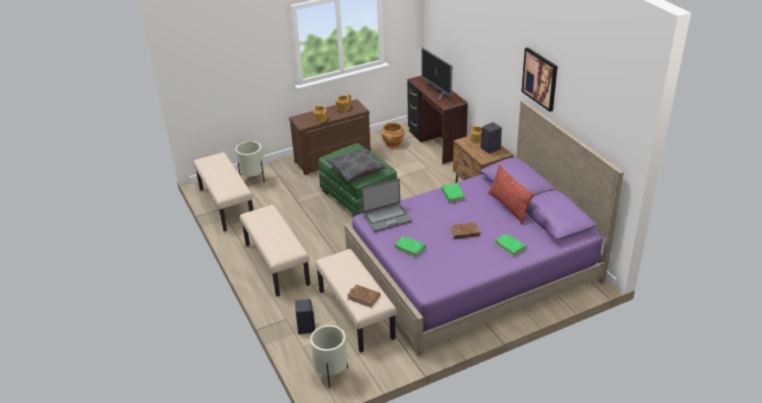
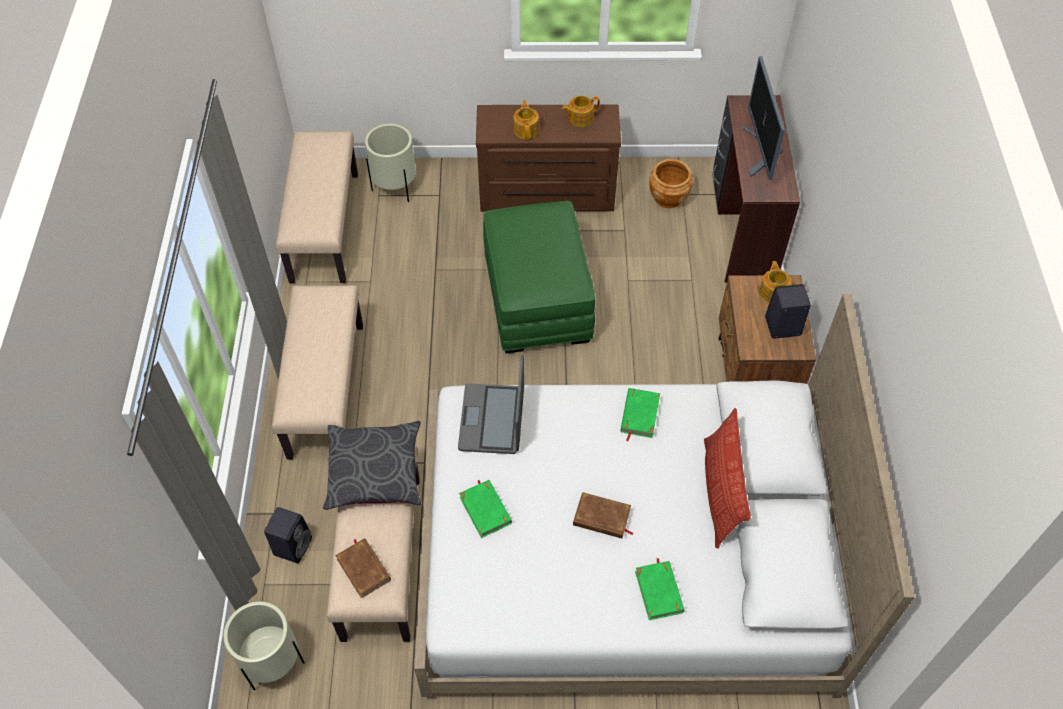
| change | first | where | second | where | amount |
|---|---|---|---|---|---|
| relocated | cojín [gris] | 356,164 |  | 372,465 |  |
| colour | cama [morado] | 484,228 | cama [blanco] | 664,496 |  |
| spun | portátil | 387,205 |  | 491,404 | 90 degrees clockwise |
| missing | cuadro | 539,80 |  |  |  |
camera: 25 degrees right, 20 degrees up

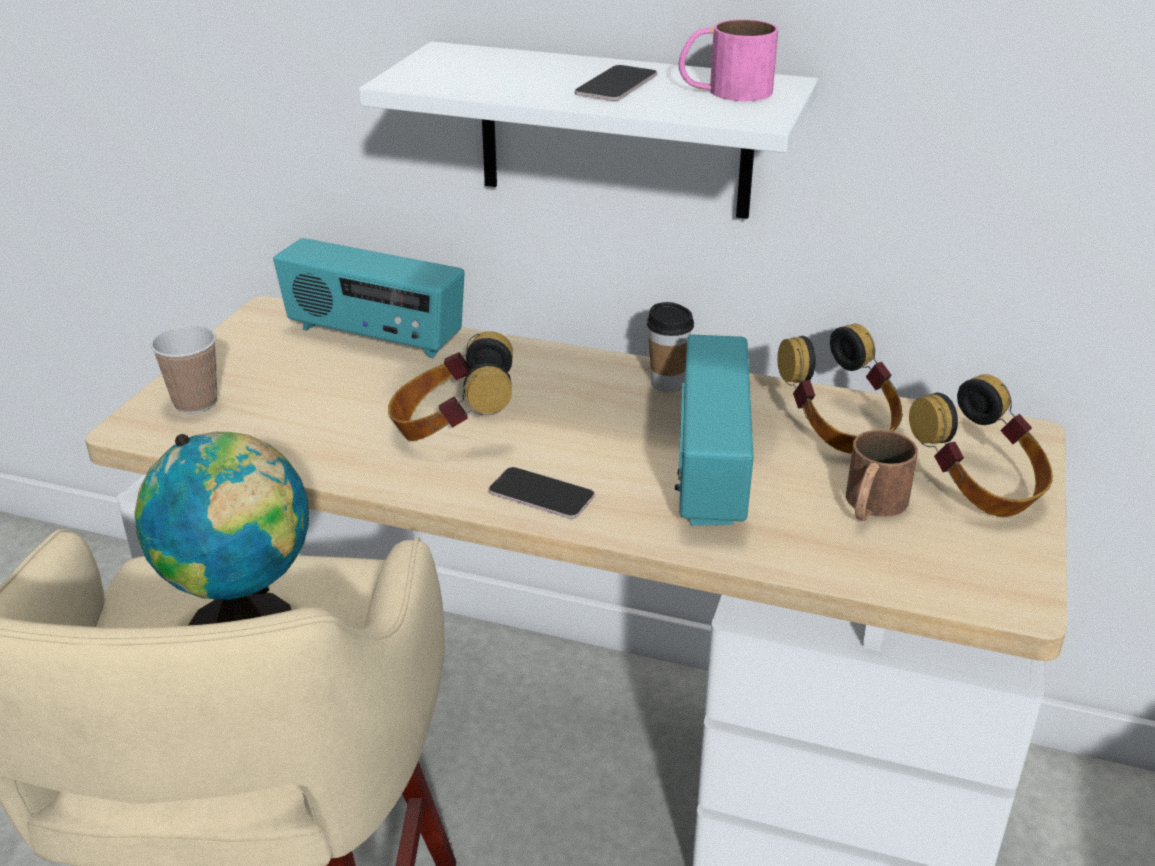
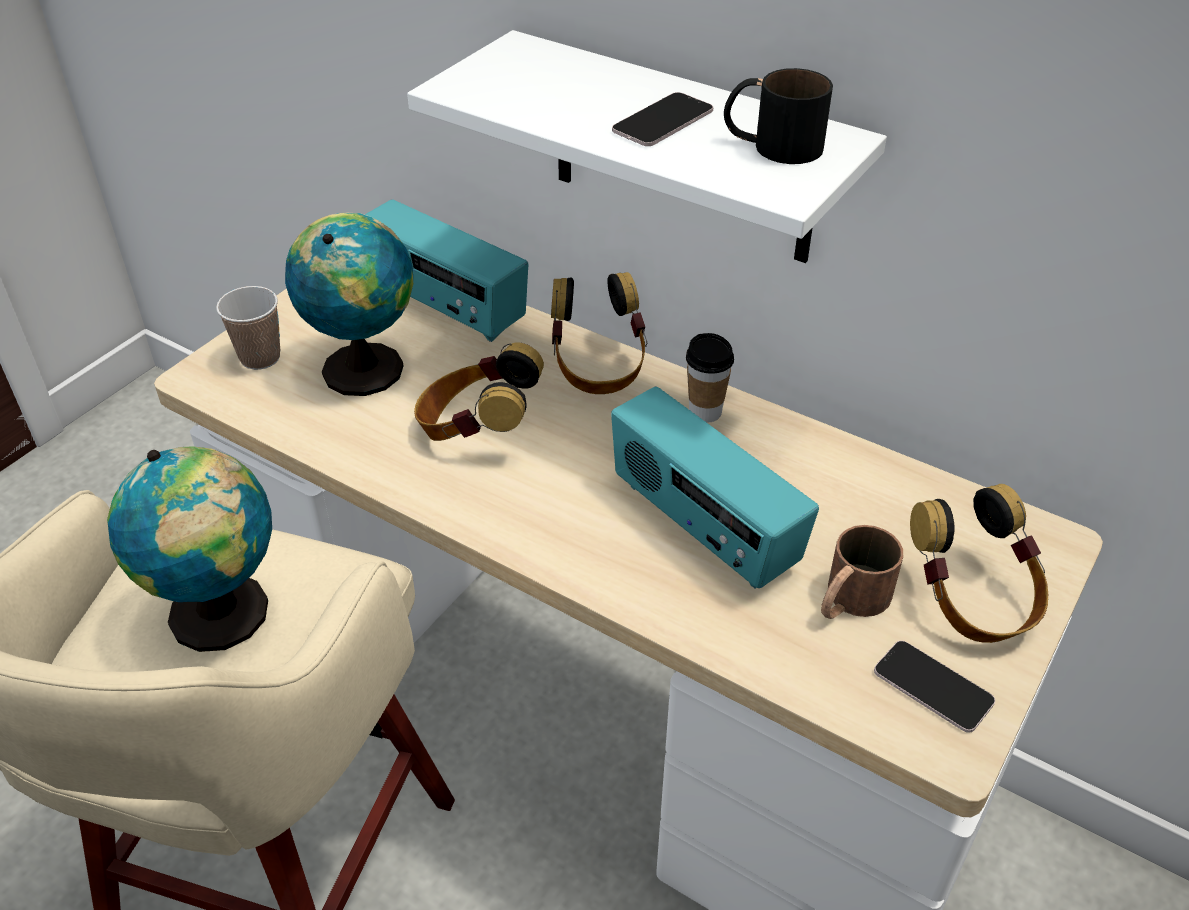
| change | first | where | second | where | amount |
|---|---|---|---|---|---|
| appeared |  |  | globo terráqueo | 349,304 |  |
| relocated | auriculares | 839,389 |  | 599,333 |  |
| spun | radio | 714,430 |  | 715,488 | 60 degrees counterclockwise |
| colour | taza grande [rosa] | 728,60 | taza grande [negro] | 778,116 |  |
| relocated | móvil | 542,493 |  | 934,687 |  |
camera: 15 degrees right, 10 degrees up

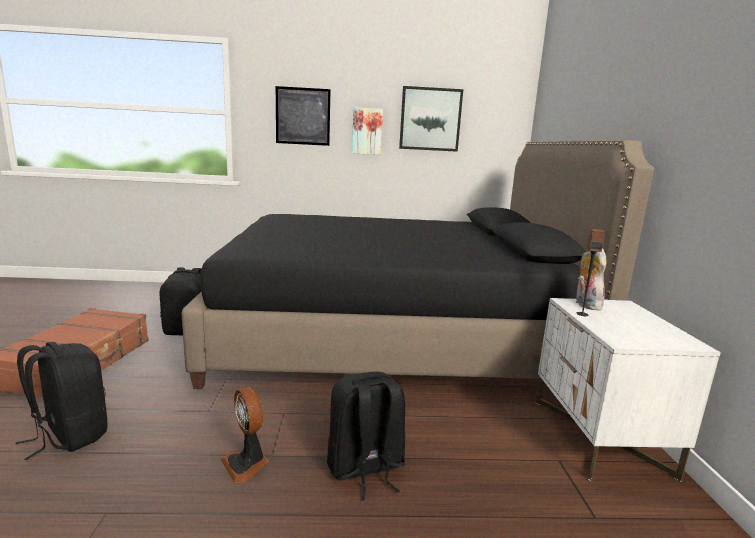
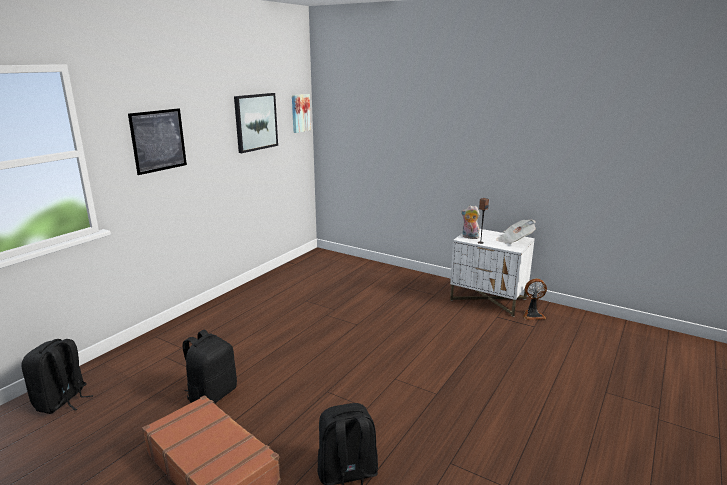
| change | first | where | second | where | amount |
|---|---|---|---|---|---|
| relocated | mochila [negro] | 366,435 |  | 57,376 |  |
| relocated | cuadro | 367,131 |  | 301,113 |  |
| appeared |  |  | periódico | 516,232 |  |
| relocated | ventilador | 245,435 |  | 535,299 |  |
| missing | cama [negro] | 418,264 |  |  |  |
camera: 55 degrees left, 5 degrees up

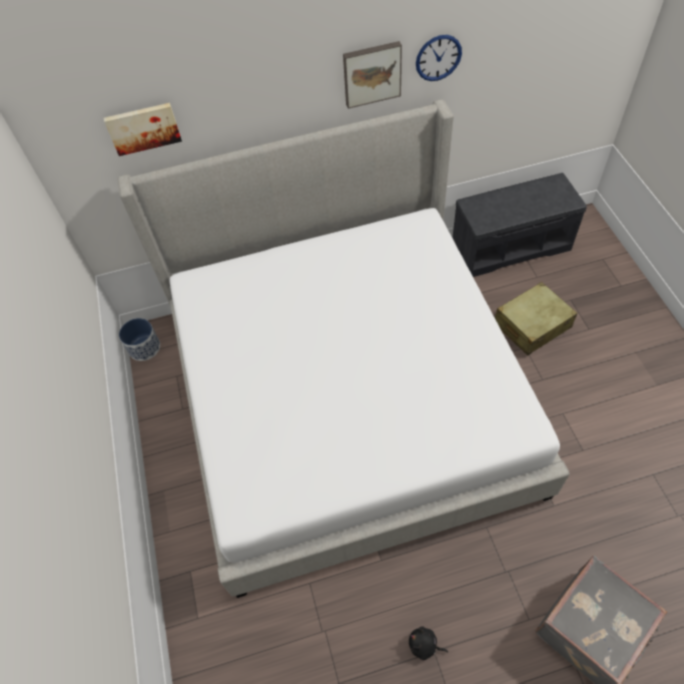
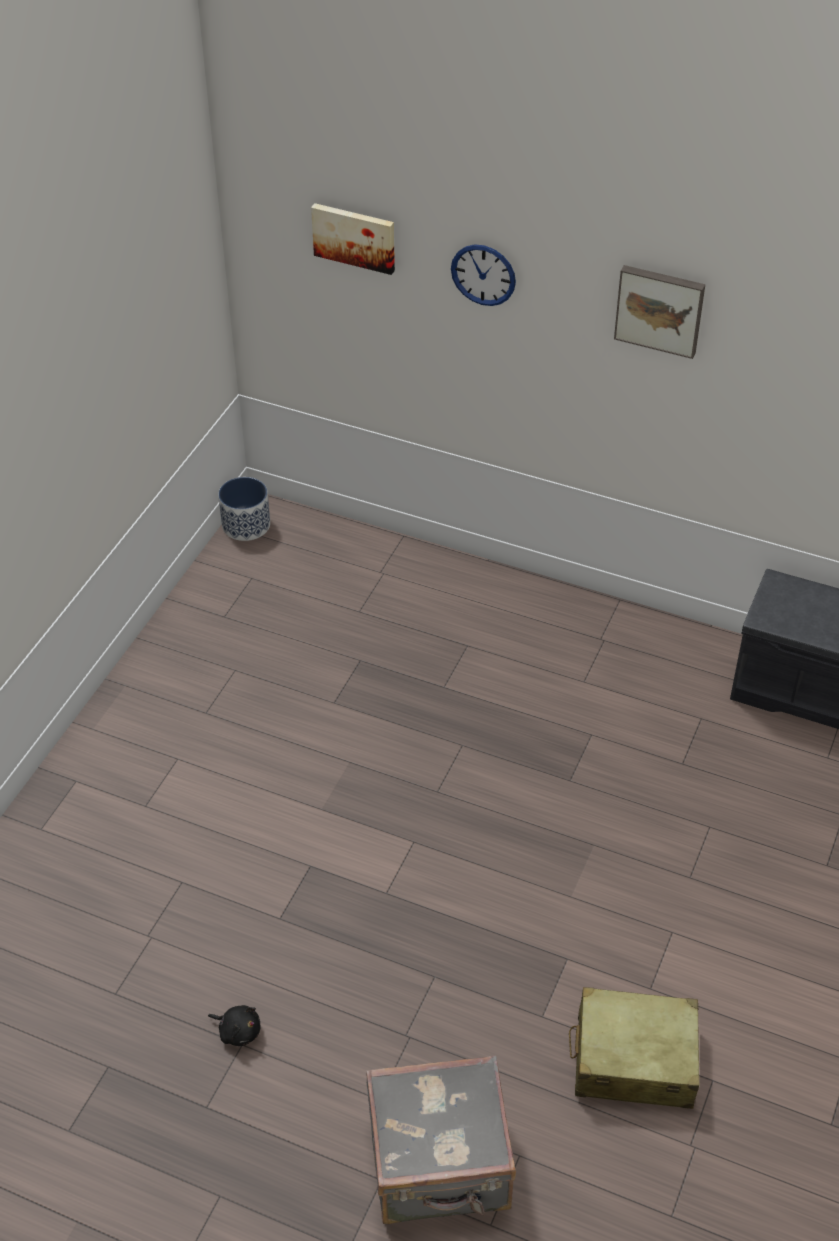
| change | first | where | second | where | amount |
|---|---|---|---|---|---|
| spun | peluche [negro] | 428,643 |  | 234,1025 | 150 degrees clockwise |
| relocated | reloj de pared | 439,58 |  | 483,275 |  |
| relocated | maleta [beis] | 536,318 |  | 634,1048 |  |
| missing | cama | 343,348 |  |  |  |
camera: 35 degrees right, 10 degrees down

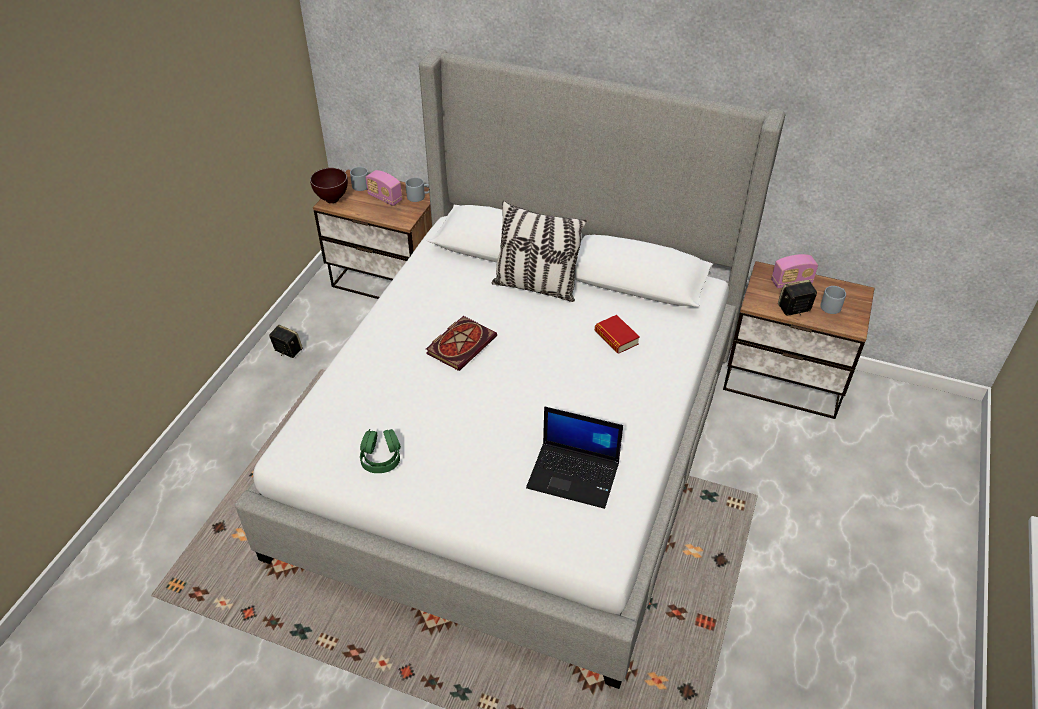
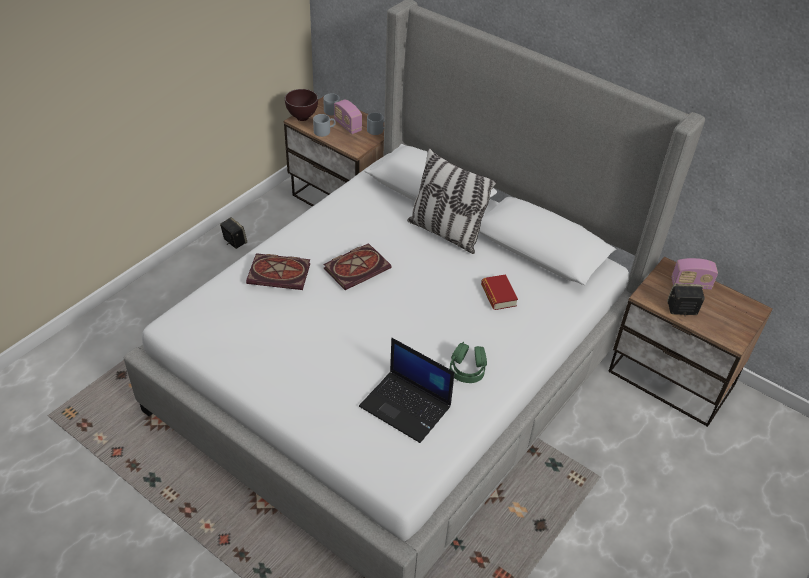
| change | first | where | second | where | amount |
|---|---|---|---|---|---|
| appeared |  |  | libro | 278,271 |  |
| relocated | taza grande [gris] | 833,300 |  | 324,125 |  |
| relocated | auriculares [verde] | 380,451 |  | 468,362 |  |
camera: 15 degrees right, 0 degrees up

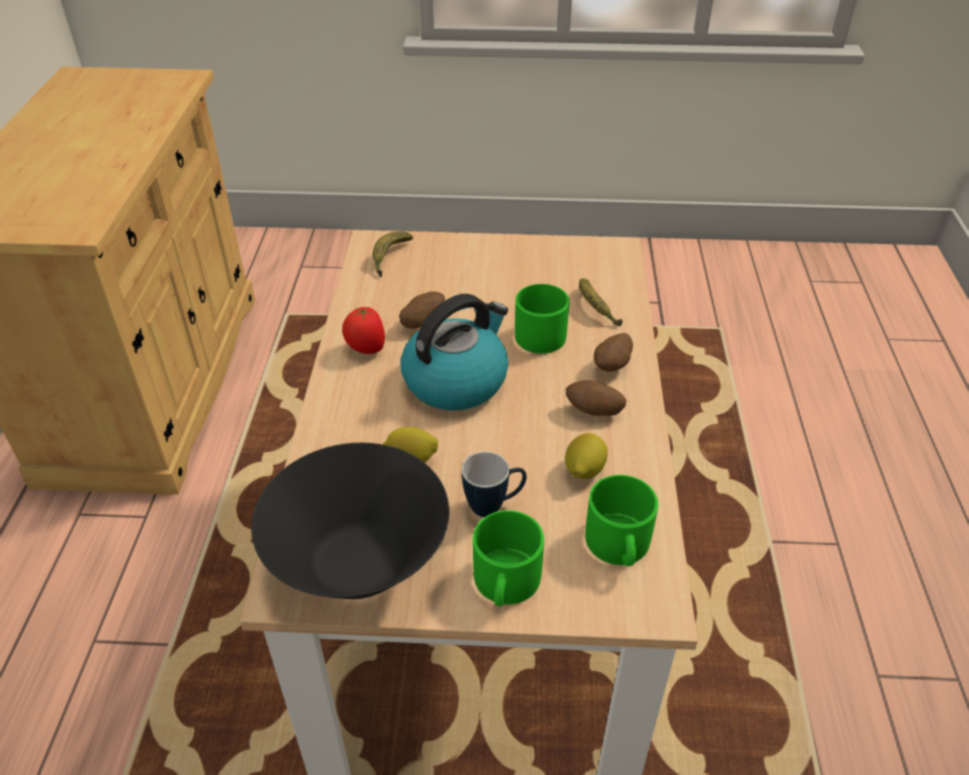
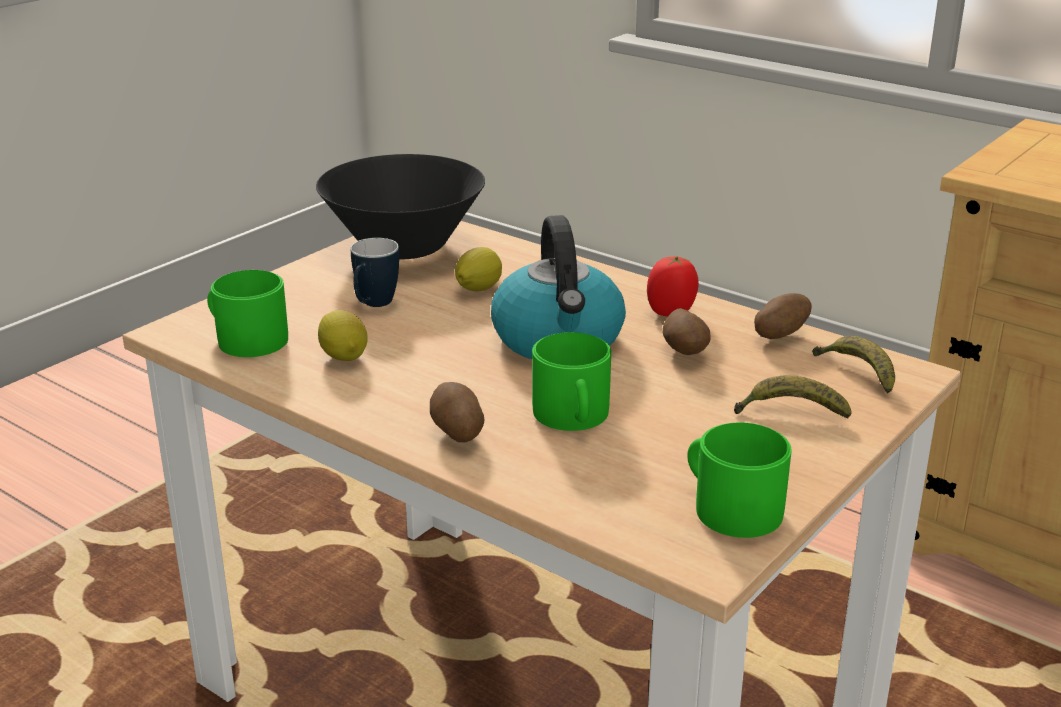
| change | first | where | second | where | amount |
|---|---|---|---|---|---|
| relocated | taza grande [verde] | 508,558 |  | 739,480 |  |
| relocated | plátano | 600,302 |  | 793,397 |  |
| relocated | patata | 596,398 |  | 783,316 |  |
camera: 125 degrees right, 15 degrees down

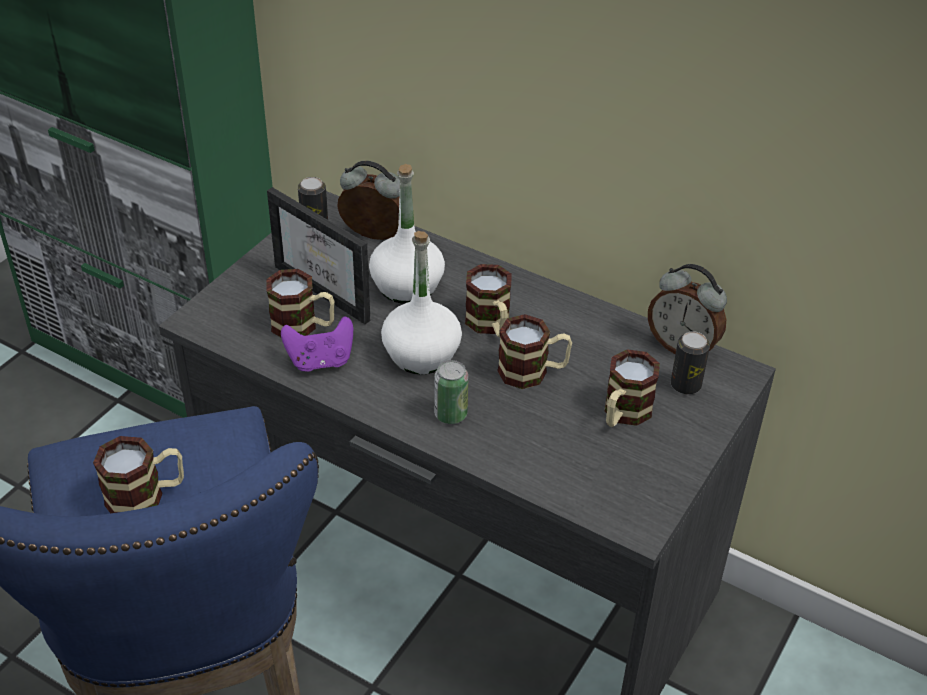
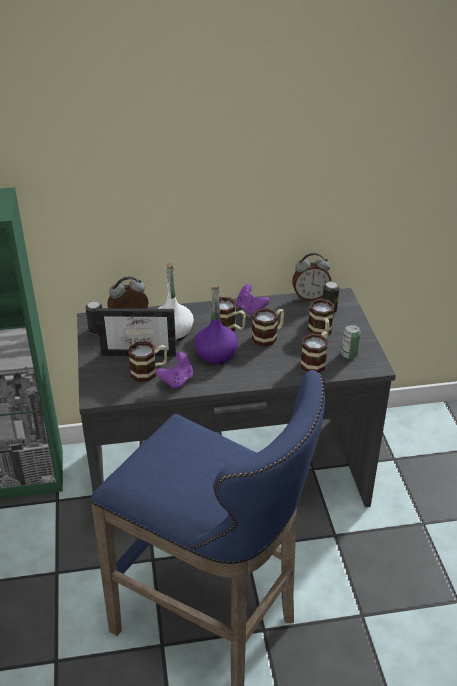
| change | first | where | second | where | amount |
|---|---|---|---|---|---|
| colour | botella [blanco] | 421,303 | botella [morado] | 216,324 |  |
| appeared |  |  | mando de consola [morado] | 253,299 |  |
| relocated | taza grande | 138,474 |  | 314,352 |  |
| relocated | lata | 451,392 |  | 351,341 |  |
camera: 40 degrees left, 5 degrees down

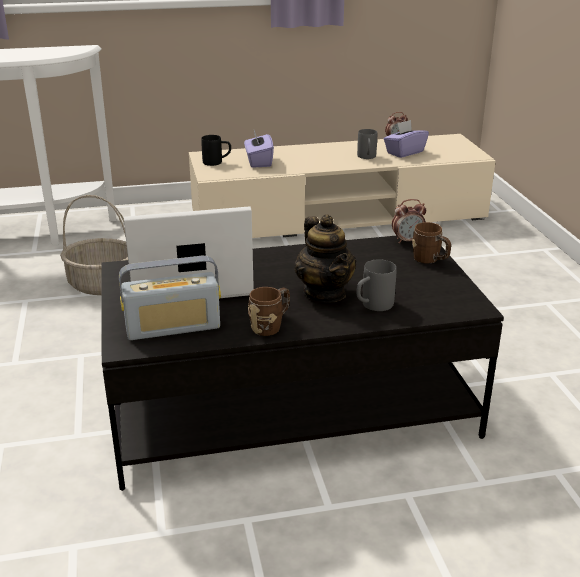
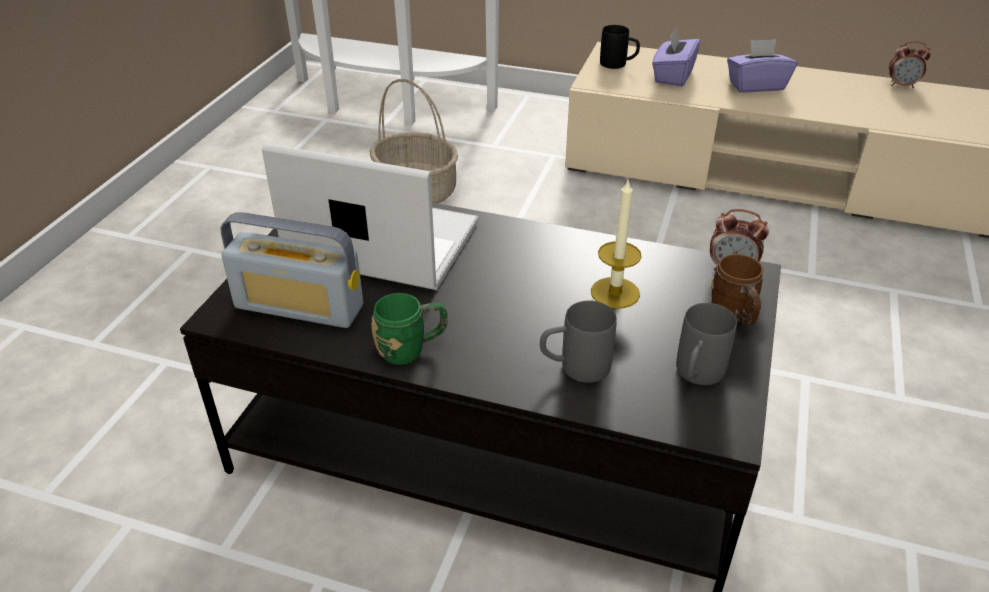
| change | first | where | second | where | amount |
|---|---|---|---|---|---|
| colour | taza grande [marrón] | 269,311 | taza grande [verde] | 410,329 |  |
| appeared |  |  | vela | 616,243 |  |
| relocated | taza grande [gris] | 367,144 |  | 706,344 |  |
| relocated | caja de pañuelos [morado] | 406,139 |  | 762,66 |  |
| missing | tetera | 325,258 |  |  |  |
camera: 30 degrees right, 10 degrees up

